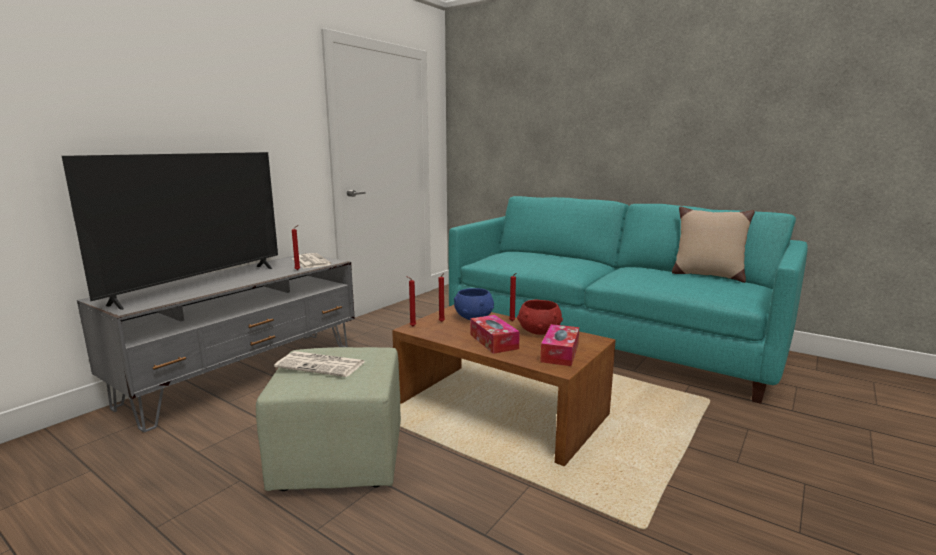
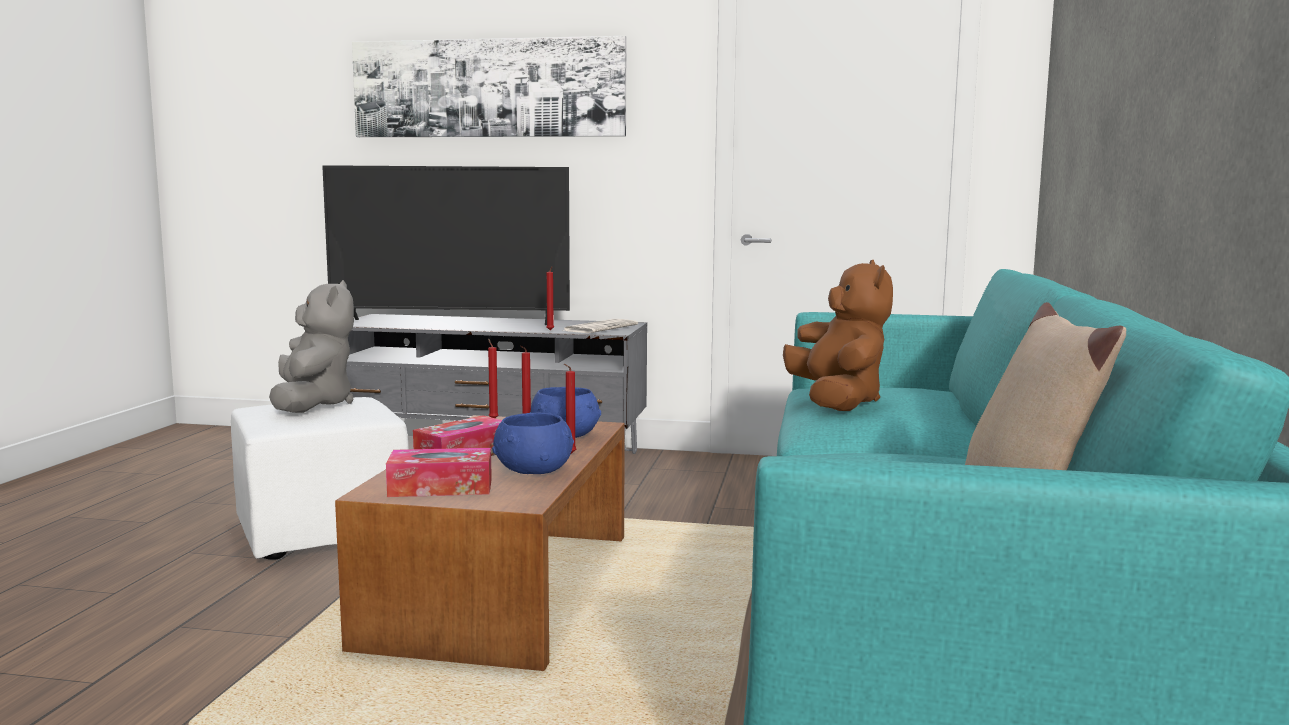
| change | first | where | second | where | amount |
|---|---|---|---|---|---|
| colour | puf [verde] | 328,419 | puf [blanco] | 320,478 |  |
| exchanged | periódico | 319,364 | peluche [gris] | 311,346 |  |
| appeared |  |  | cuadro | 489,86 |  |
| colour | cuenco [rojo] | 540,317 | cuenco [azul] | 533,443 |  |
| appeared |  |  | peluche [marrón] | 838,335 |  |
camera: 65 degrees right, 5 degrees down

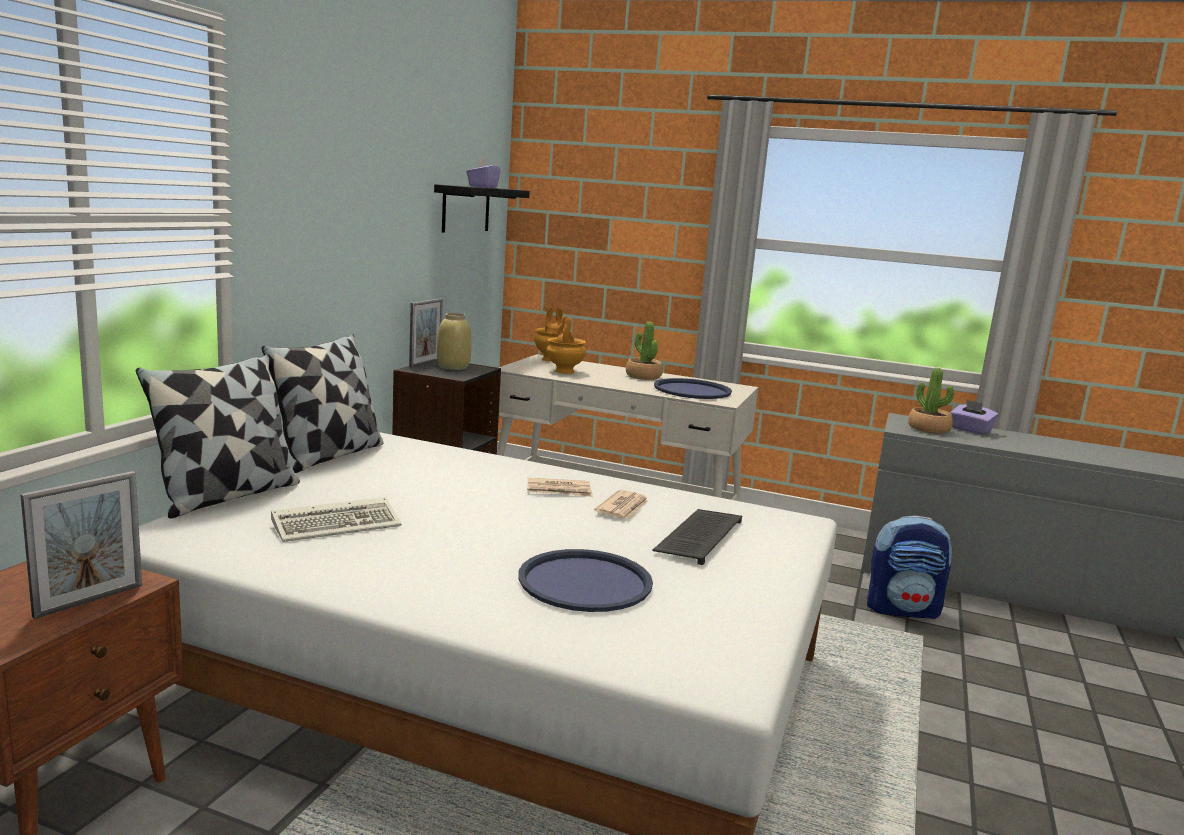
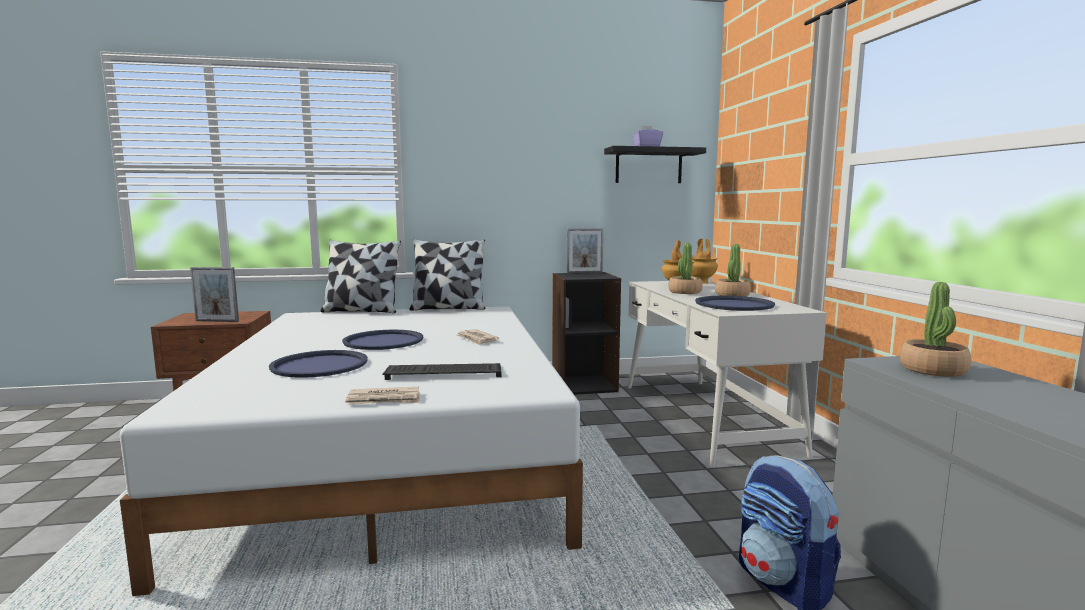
| change | first | where | second | where | amount |
|---|---|---|---|---|---|
| appeared |  |  | bandeja [azul] | 382,340 |  |
| relocated | periódico | 621,504 |  | 383,396 |  |
| appeared |  |  | planta en maceta | 686,268 |  |
| missing | teclado | 336,519 |  |  |  |
| missing | florero [beis] | 454,341 |  |  |  |
| missing | caja de pañuelos [morado] | 974,417 |  |  |  |
camera: 60 degrees right, 5 degrees down

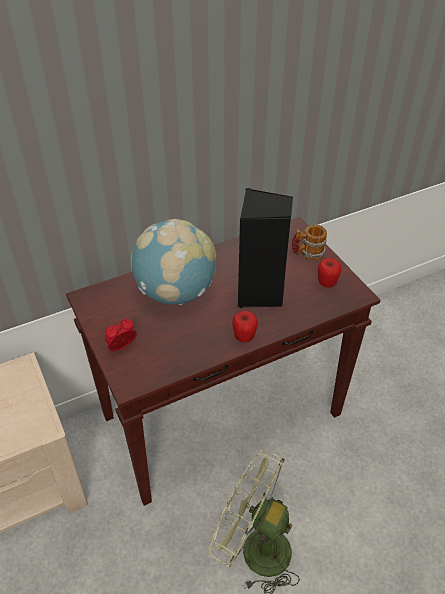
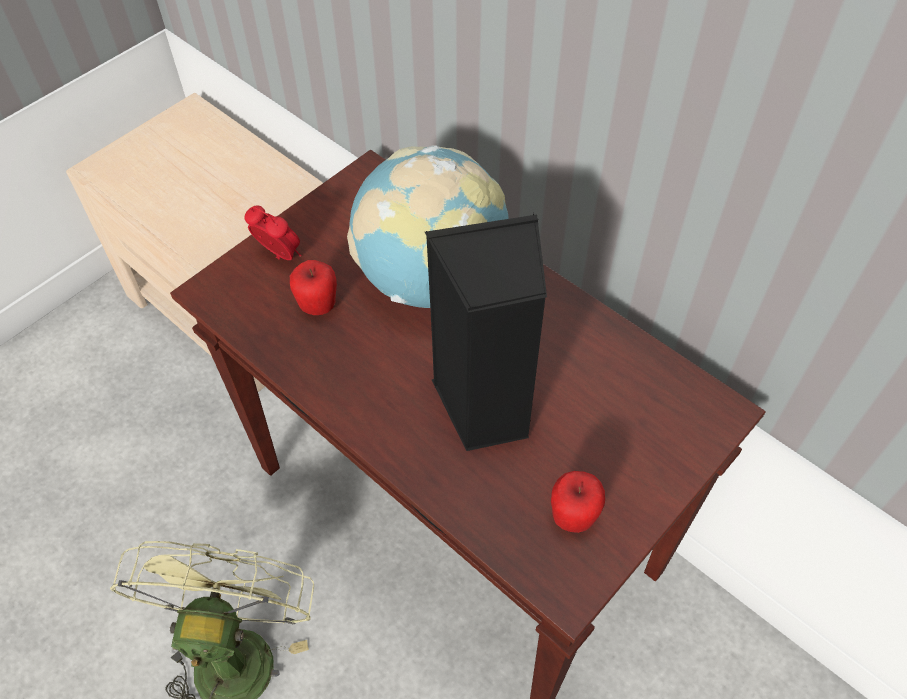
| change | first | where | second | where | amount |
|---|---|---|---|---|---|
| relocated | manzana | 245,327 |  | 313,287 |  |
| missing | taza grande | 309,242 |  |  |  |
camera: 70 degrees right, 10 degrees up

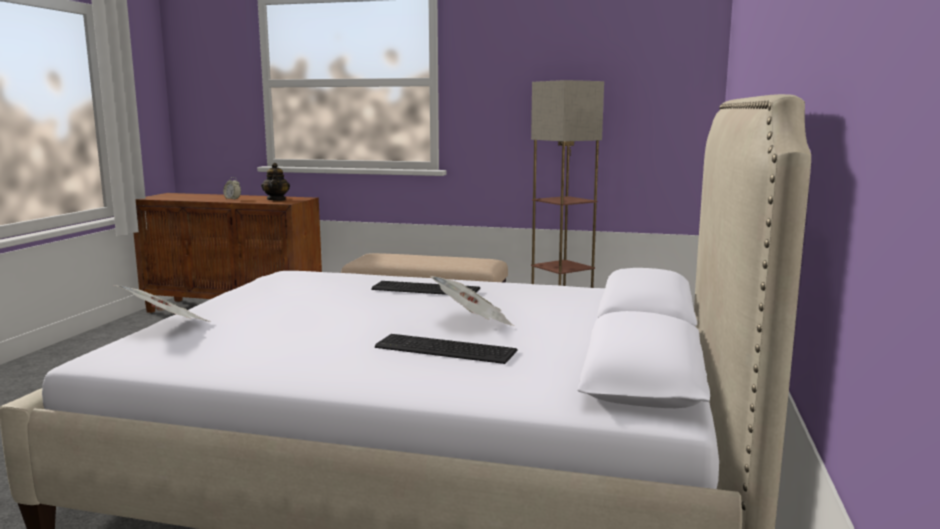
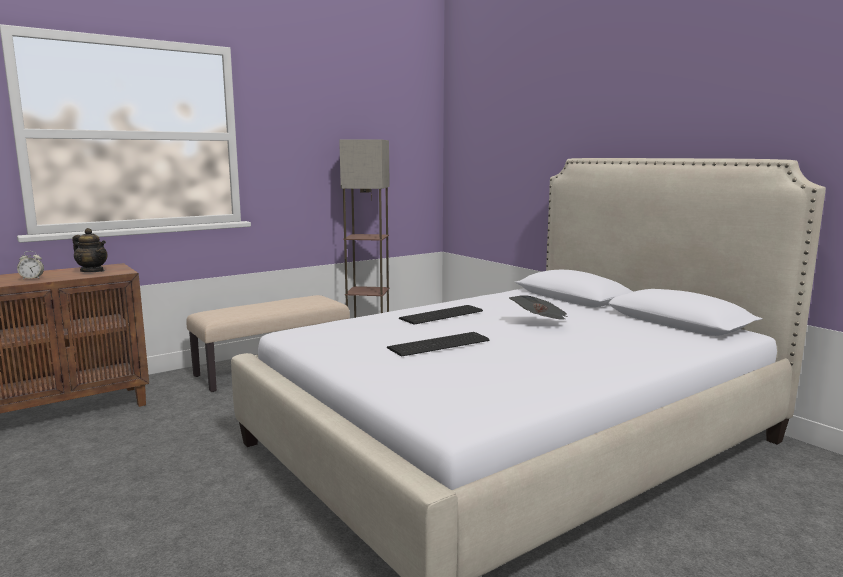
| change | first | where | second | where | amount |
|---|---|---|---|---|---|
| relocated | teclado | 446,349 |  | 438,344 |  |
| missing | periódico | 162,303 |  |  |  |
camera: 50 degrees left, 0 degrees up

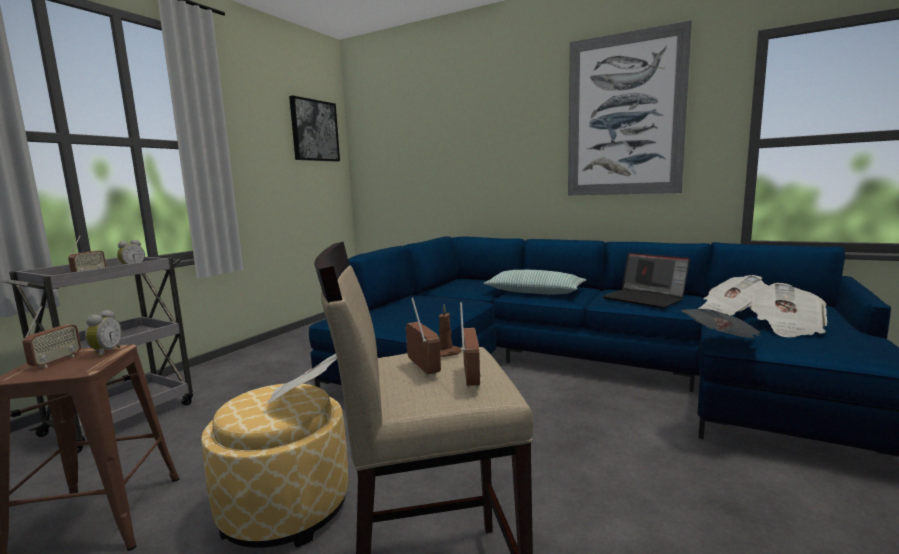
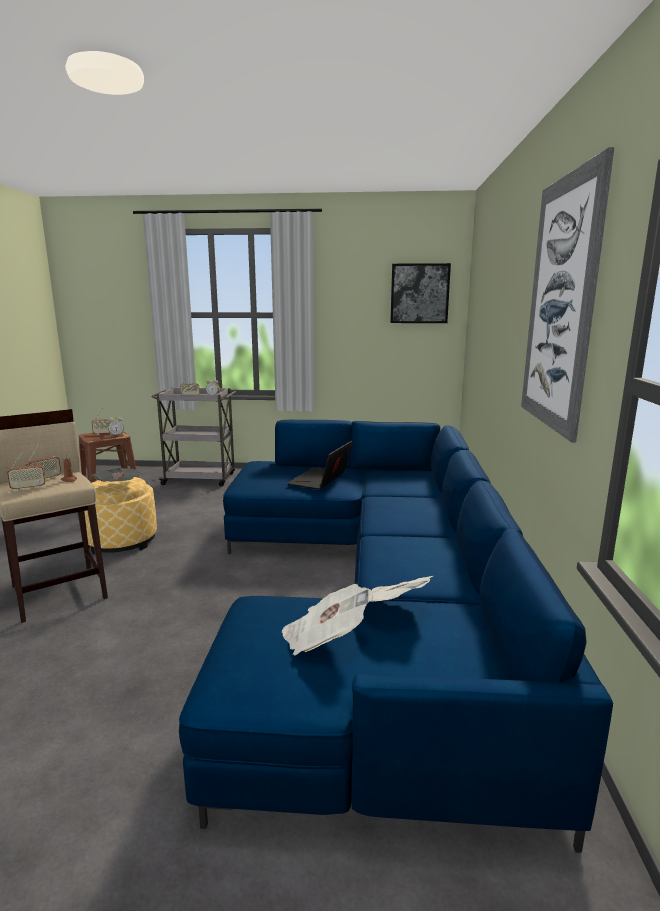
| change | first | where | second | where | amount |
|---|---|---|---|---|---|
| relocated | portátil | 646,280 |  | 320,465 |  |
| missing | cojín | 534,282 |  |  |  |
| missing | periódico | 721,323 |  |  |  |
camera: 65 degrees right, 5 degrees up

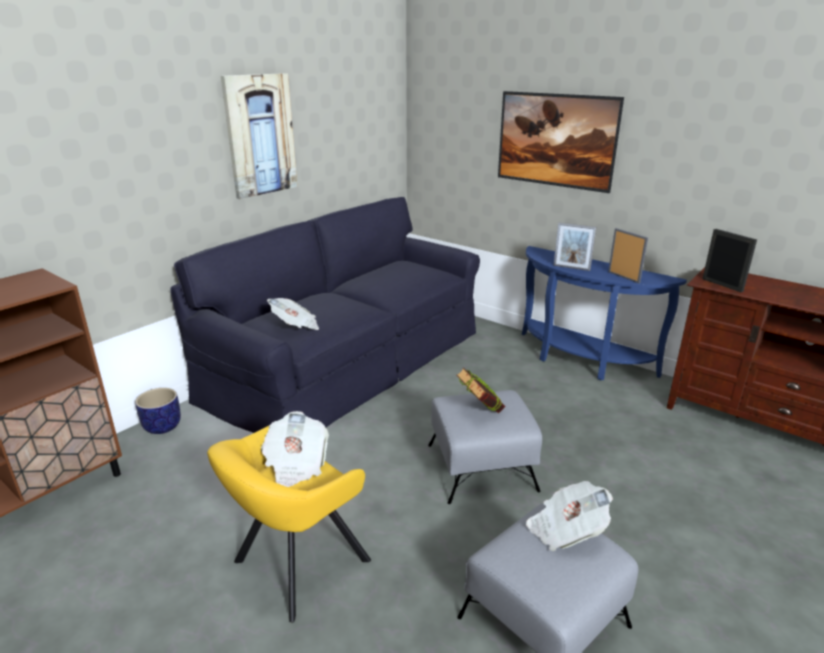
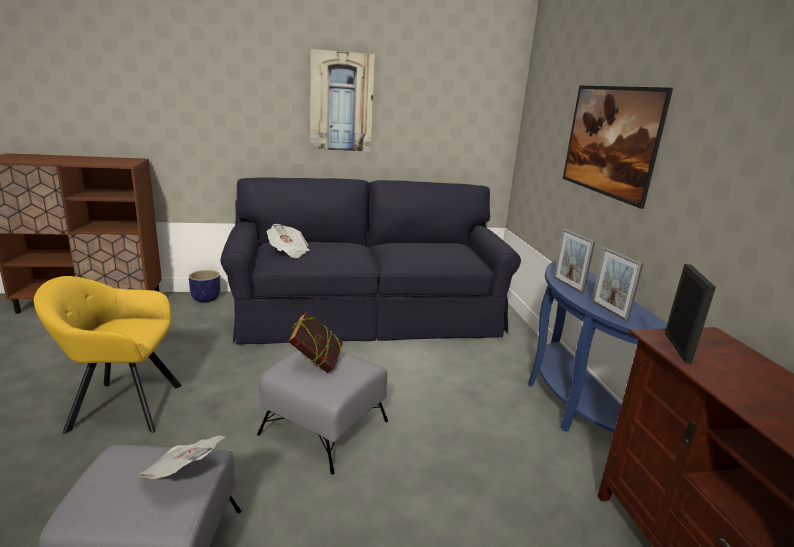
| change | first | where | second | where | amount |
|---|---|---|---|---|---|
| spun | portarretratos | 628,255 |  | 617,284 | 150 degrees clockwise |
| missing | periódico | 295,449 |  |  |  |
camera: 40 degrees right, 5 degrees down

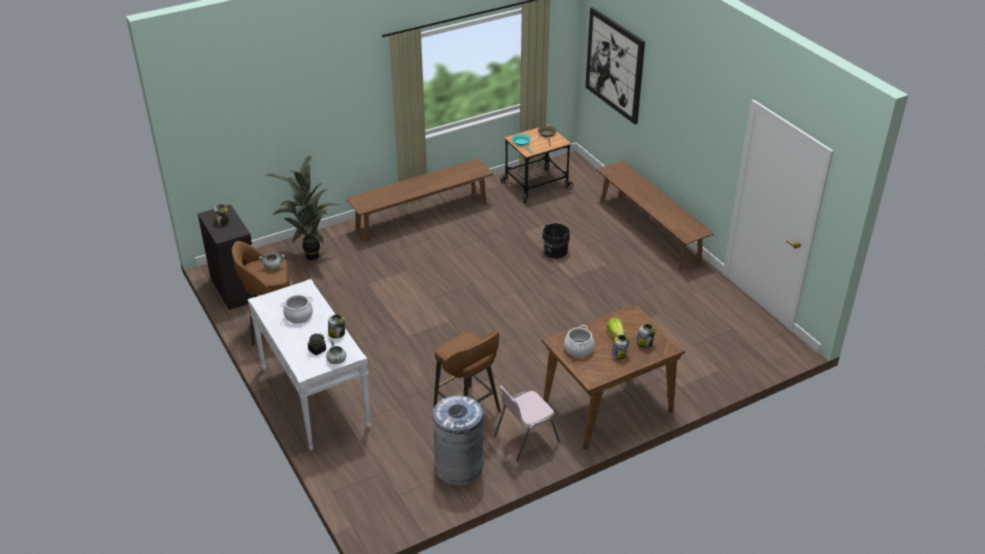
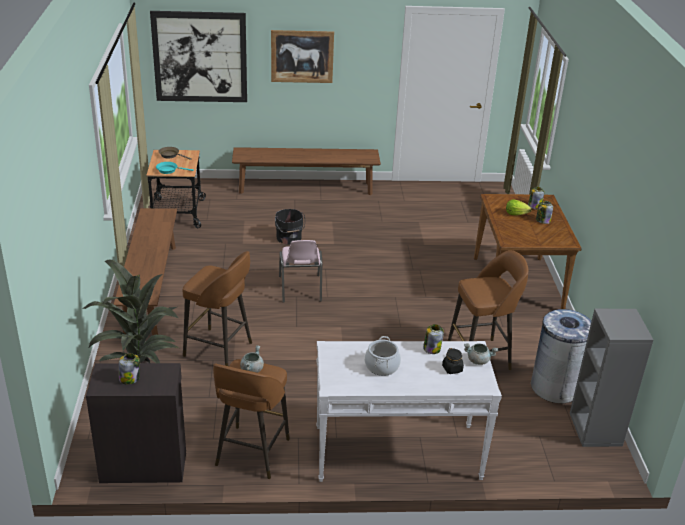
| change | first | where | second | where | amount |
|---|---|---|---|---|---|
| appeared |  |  | taburete [marrón] | 217,308 |  |
| appeared |  |  | cuadro | 302,56 |  |
| relocated | silla [rosa] | 527,424 |  | 300,271 |  |
| appeared |  |  | estantería [gris] | 611,378 |  |
| missing | olla | 579,341 |  |  |  |
camera: 65 degrees left, 5 degrees down

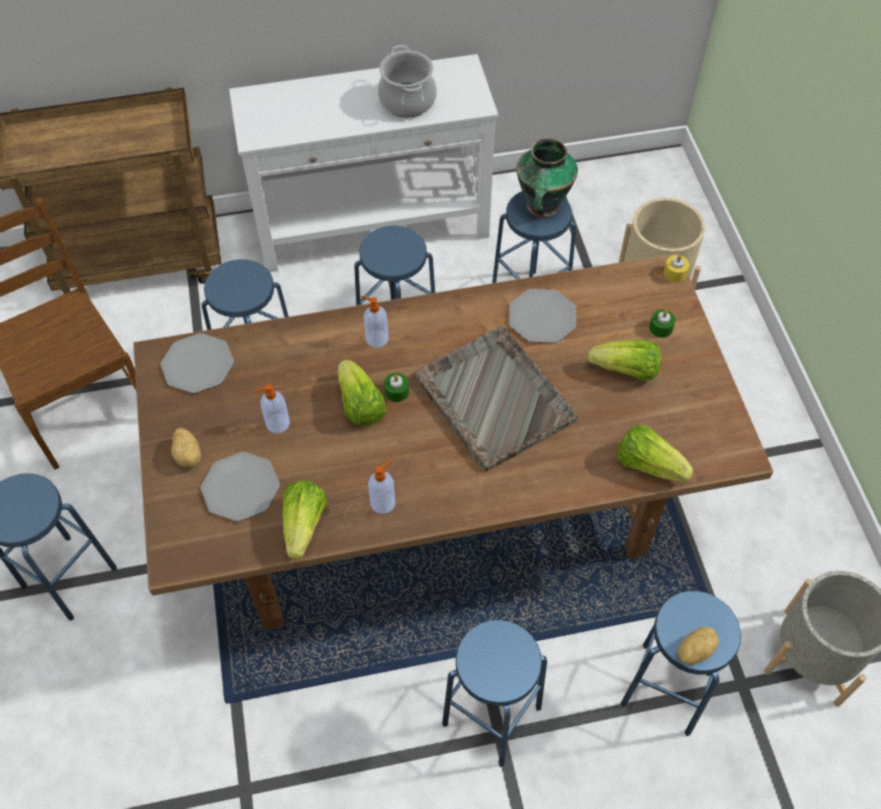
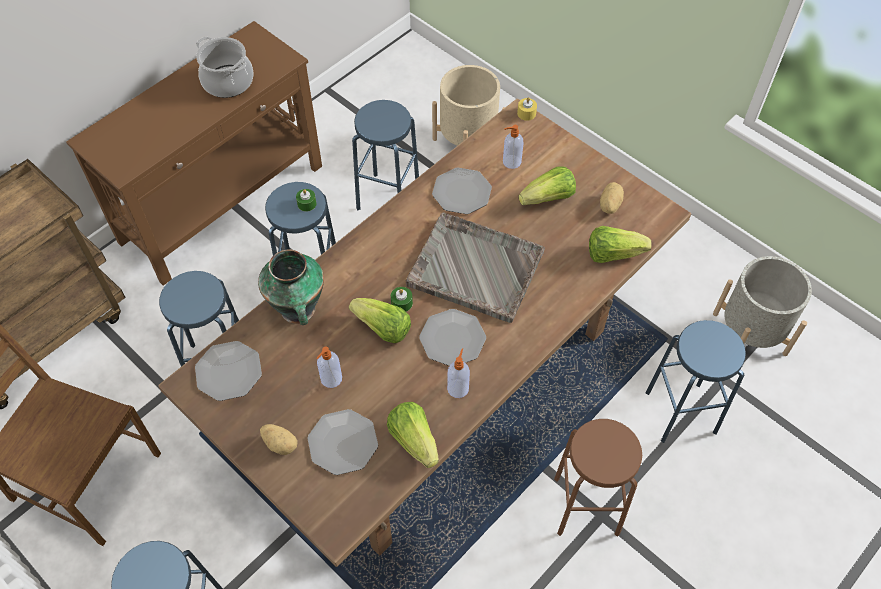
| change | first | where | second | where | amount |
|---|---|---|---|---|---|
| colour | mesa consola [blanco] | 363,163 | mesa consola [marrón] | 194,153 |  |
| relocated | florero | 547,177 |  | 291,287 |  |
| relocated | vela [verde] | 662,323 |  | 306,200 |  |
| appeared |  |  | plato | 452,337 |  |
| relocated | dispensador de jabón | 375,322 |  | 513,147 |  |
| colour | taburete [azul] | 494,693 | taburete [marrón] | 598,478 |  |
| relocated | patata | 698,645 |  | 612,198 |  |
camera: 35 degrees left, 0 degrees up

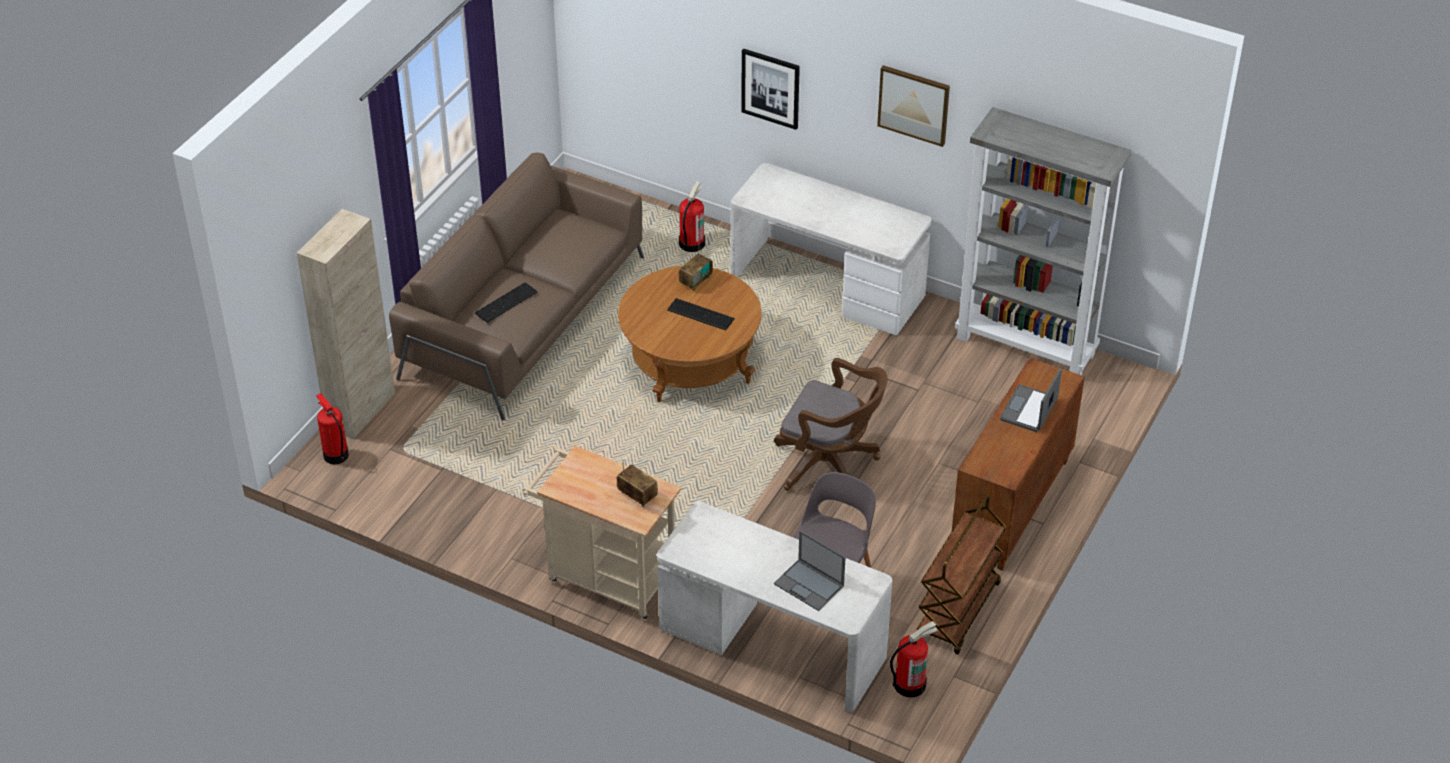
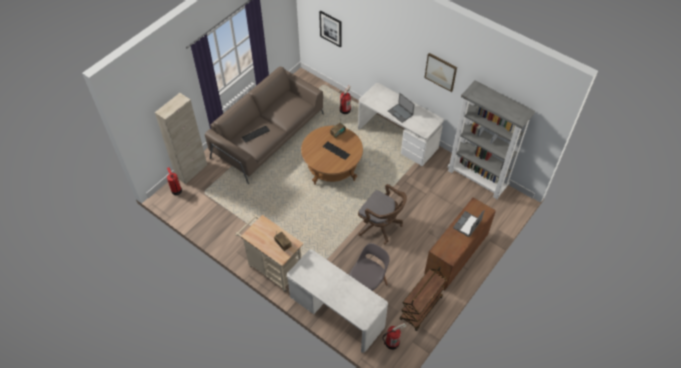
| change | first | where | second | where | amount |
|---|---|---|---|---|---|
| relocated | cuadro | 770,89 |  | 330,29 |  |
| relocated | portátil | 810,571 |  | 401,108 |  |
camera: 10 degrees right, 10 degrees up

